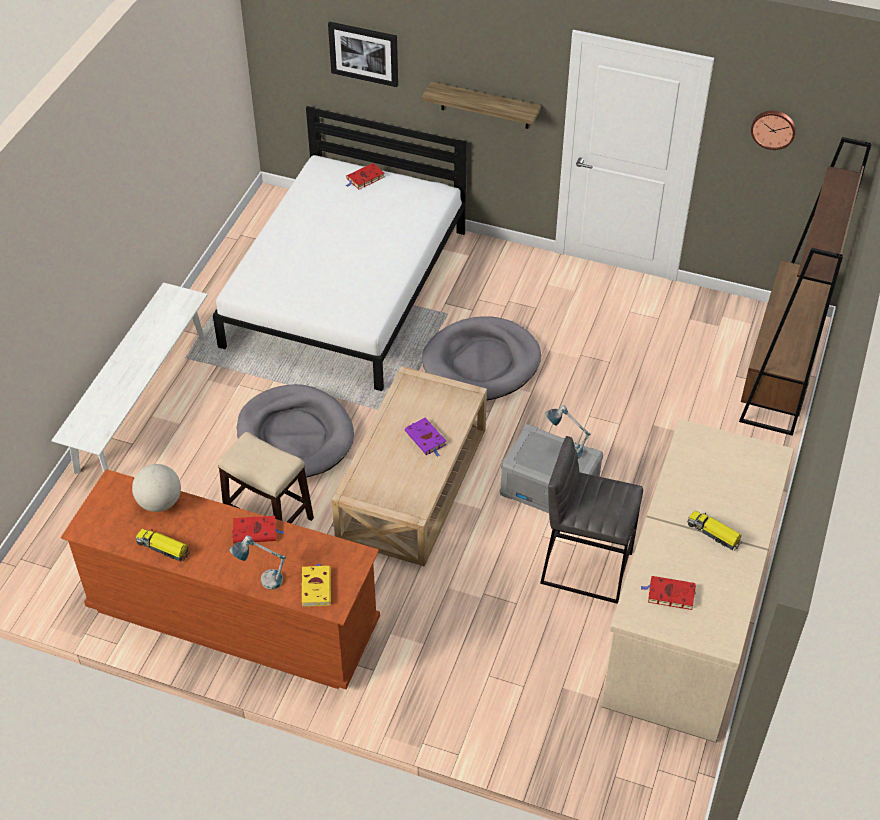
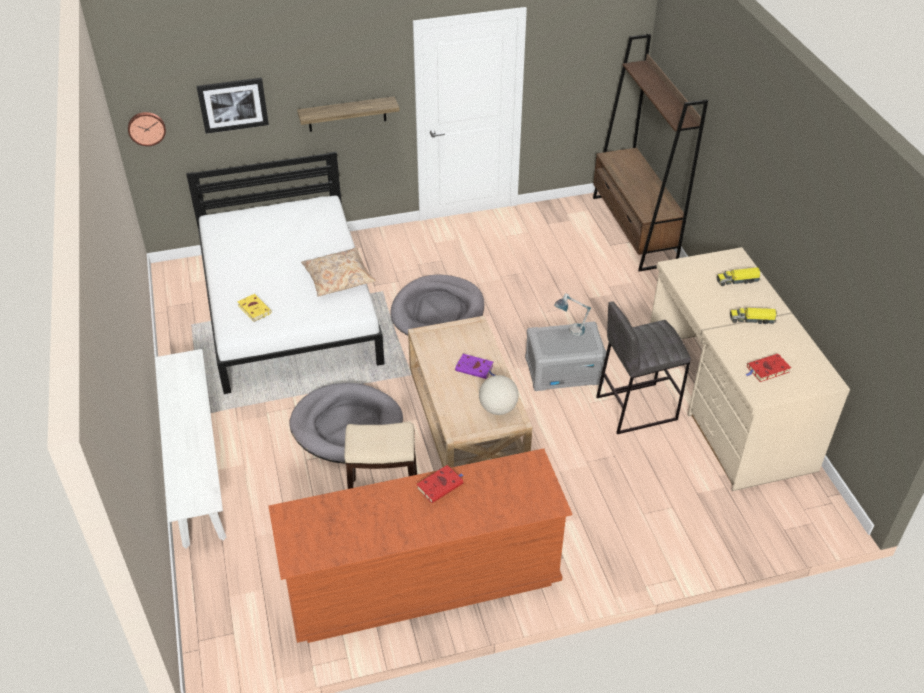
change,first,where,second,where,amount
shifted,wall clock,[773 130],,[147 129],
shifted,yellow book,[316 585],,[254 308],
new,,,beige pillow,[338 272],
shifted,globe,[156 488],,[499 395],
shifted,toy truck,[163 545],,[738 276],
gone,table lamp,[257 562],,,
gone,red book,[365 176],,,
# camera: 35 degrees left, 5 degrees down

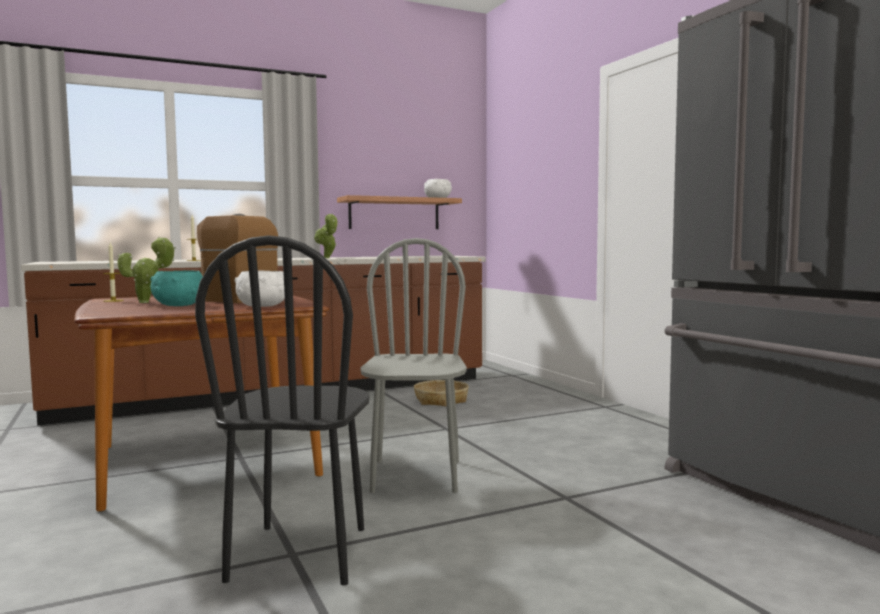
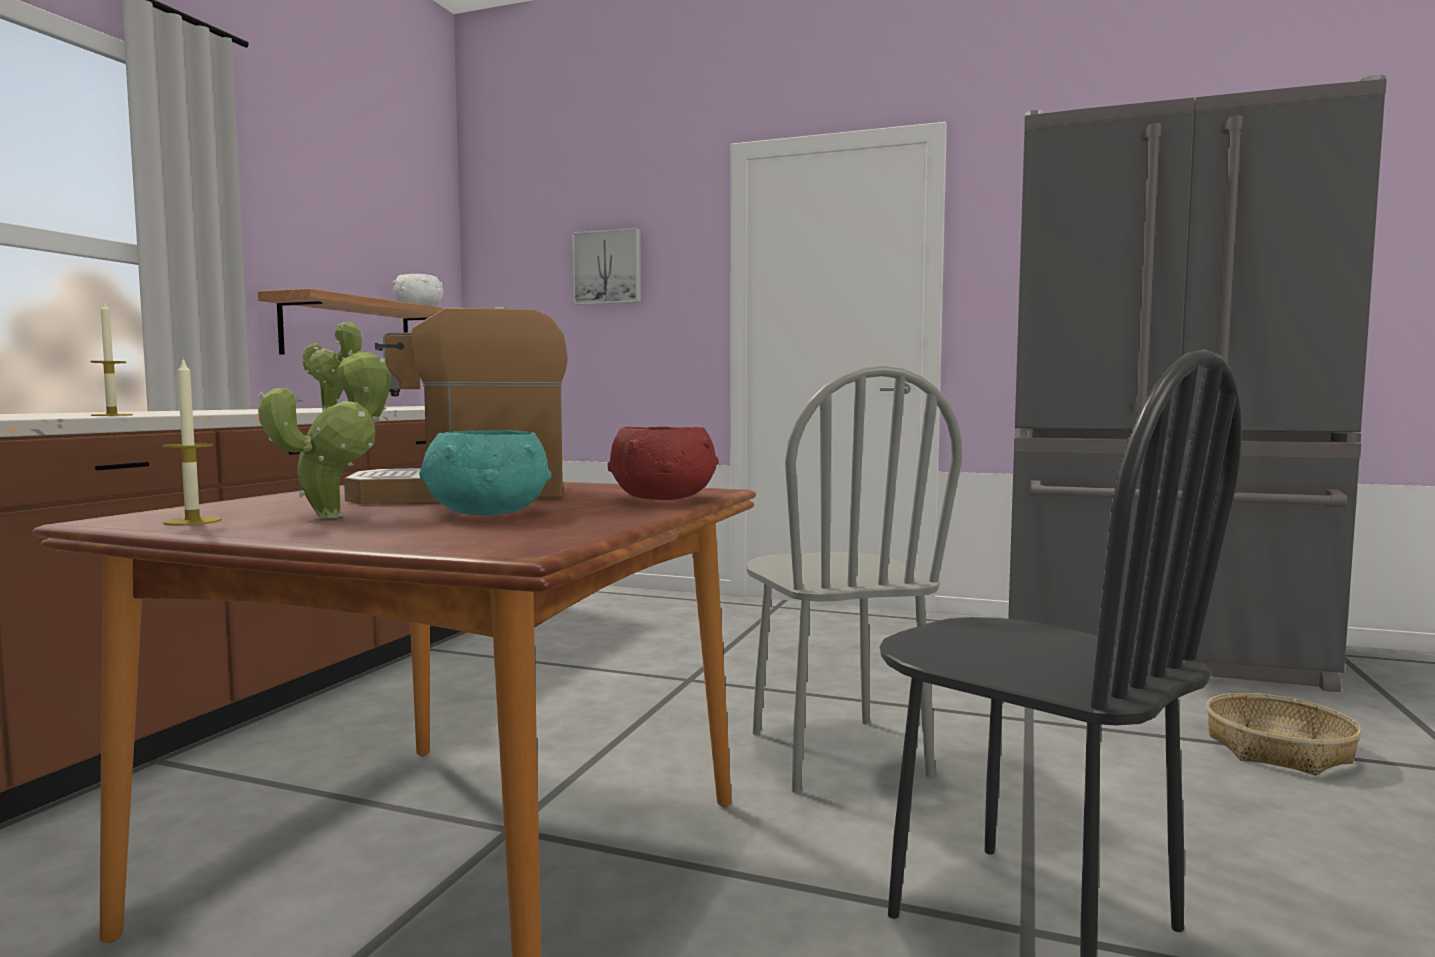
change,first,where,second,where,amount
new,,,picture,[606 266],
repainted,white bowl,[260 288],red bowl,[663 463],
rotated,grey chair,[413 365],,[854 579],150 degrees counterclockwise
shifted,basket,[441 393],,[1284 734],
# camera: 45 degrees left, 0 degrees up

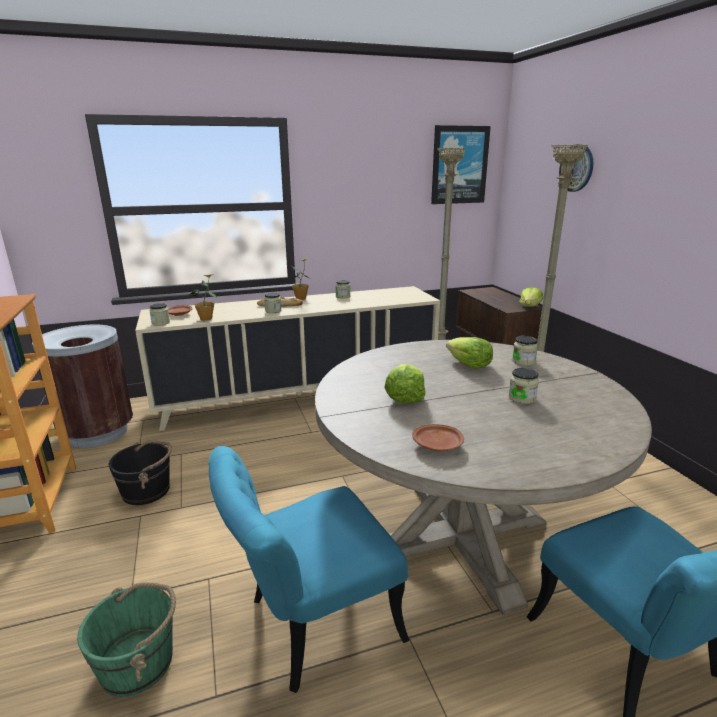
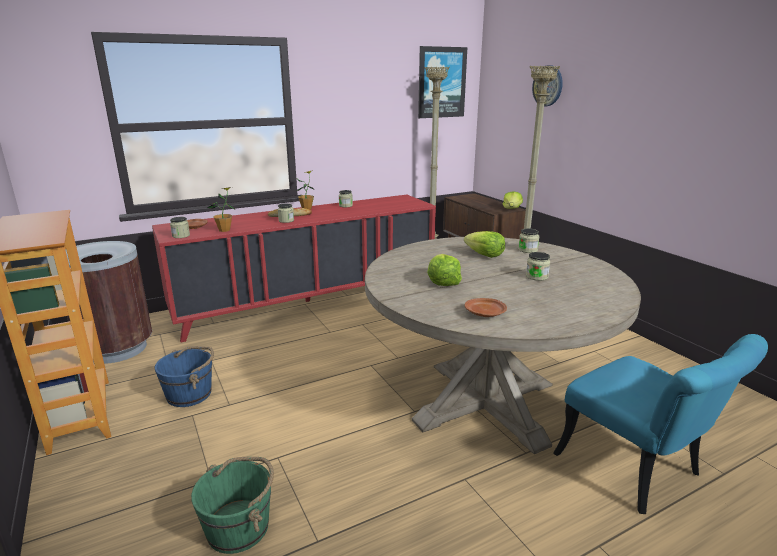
change,first,where,second,where,amount
repainted,beige cabinet,[287 358],red cabinet,[294 268],
repainted,black bucket,[140 472],blue bucket,[184 376],
gone,turquoise chair,[309 569],,,
# camera: 10 degrees left, 0 degrees up

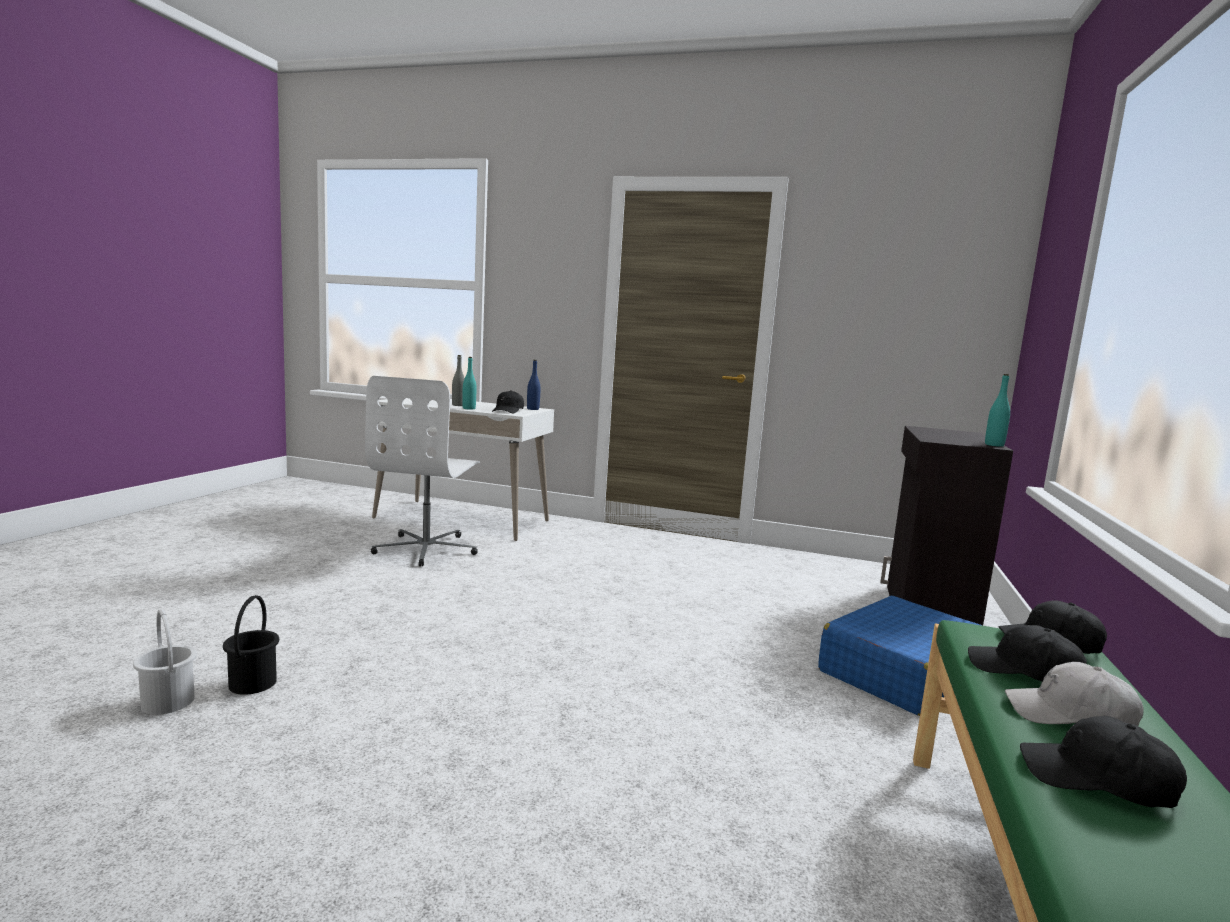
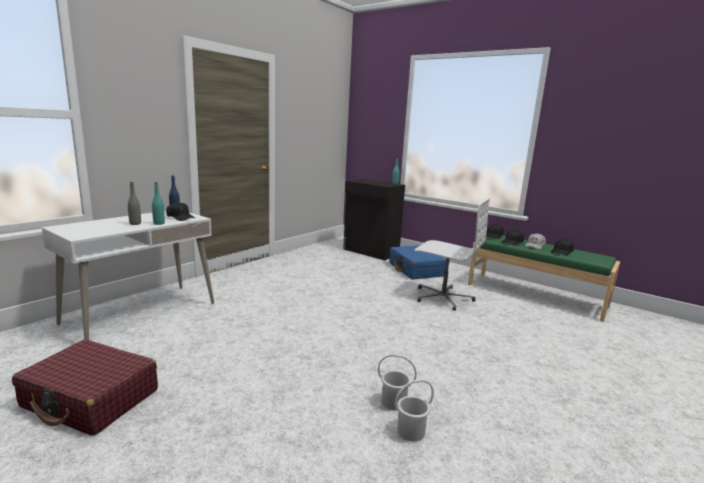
change,first,where,second,where,amount
new,,,red suitcase,[85 387],
repainted,black bucket,[251 645],white bucket,[397 382],
shifted,white office chair,[422 471],,[452 254],
# camera: 70 degrees left, 5 degrees up

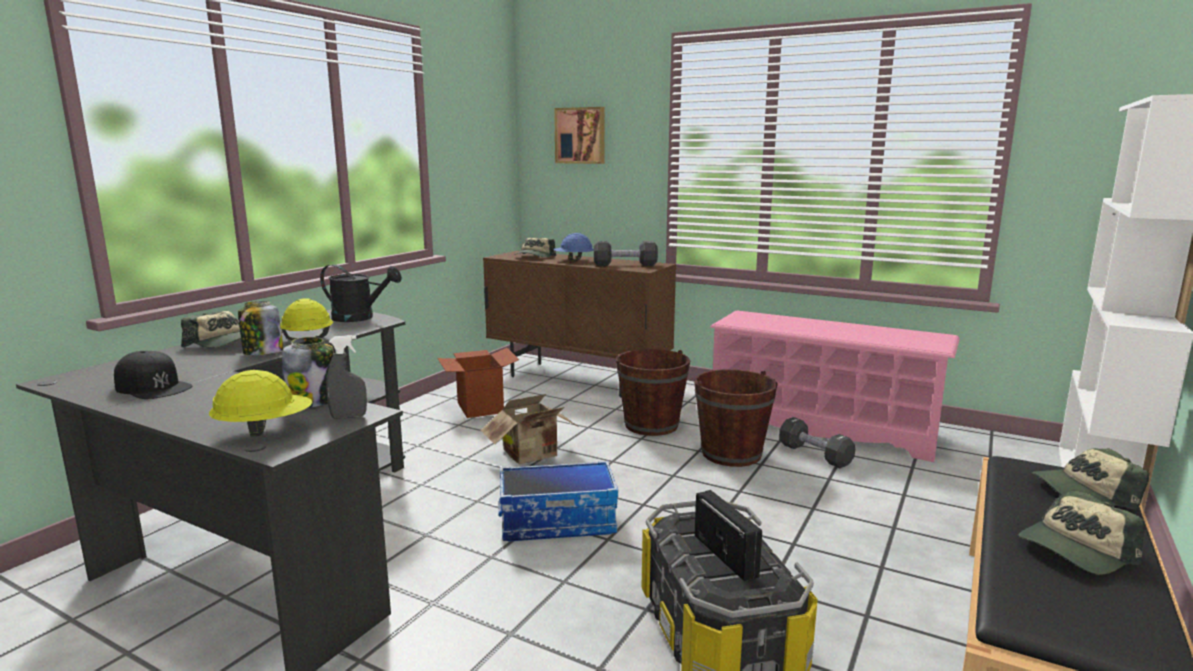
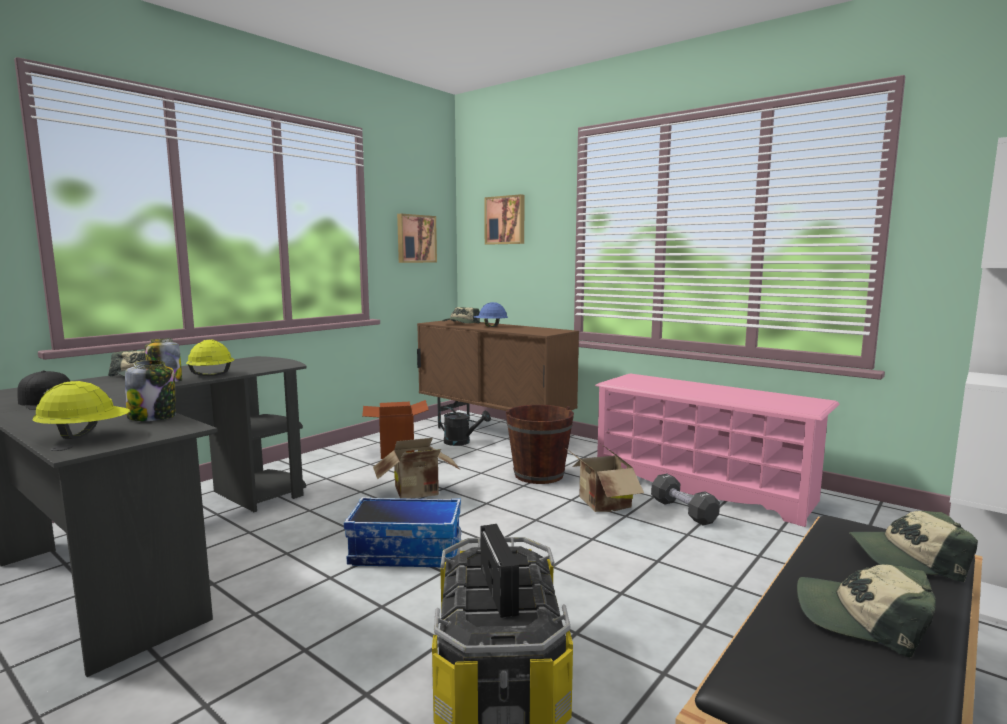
change,first,where,second,where,amount
new,,,picture,[417 238],
shifted,black watering can,[361 293],,[464 426],
swapped,brown bucket,[736 418],cardboard box,[604 478],
rotated,cap,[1082 532],,[866 610],45 degrees clockwise
gone,grey spray bottle,[346 377],,,
gone,black dumbbell,[626 253],,,
# camera: 10 degrees right, 5 degrees down

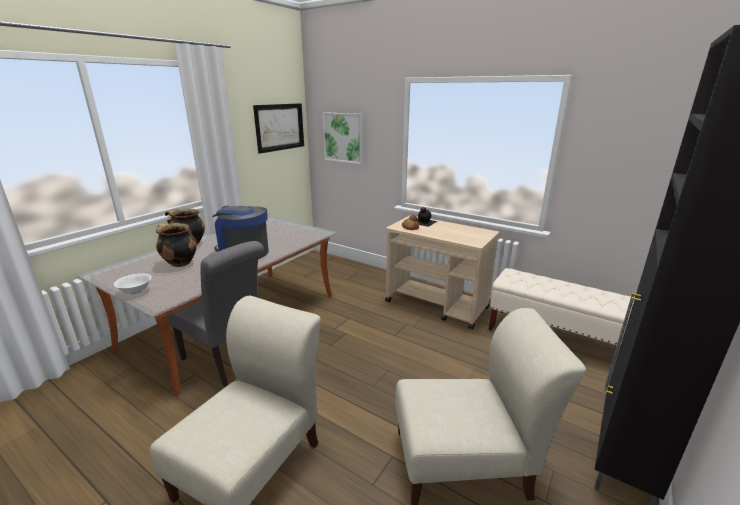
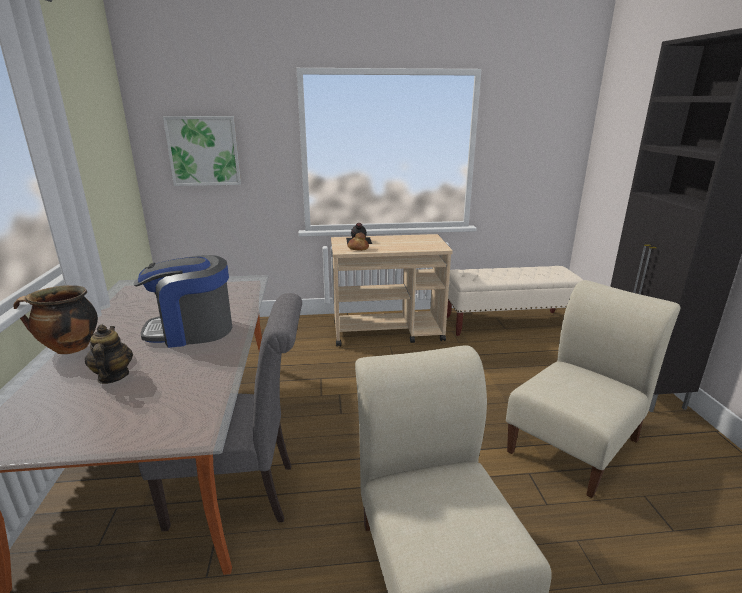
change,first,where,second,where,amount
swapped,cooking pot,[176 245],teapot,[109 354],
gone,white bowl,[133 283],,,
gone,picture,[278 128],,,
# camera: 40 degrees left, 0 degrees up

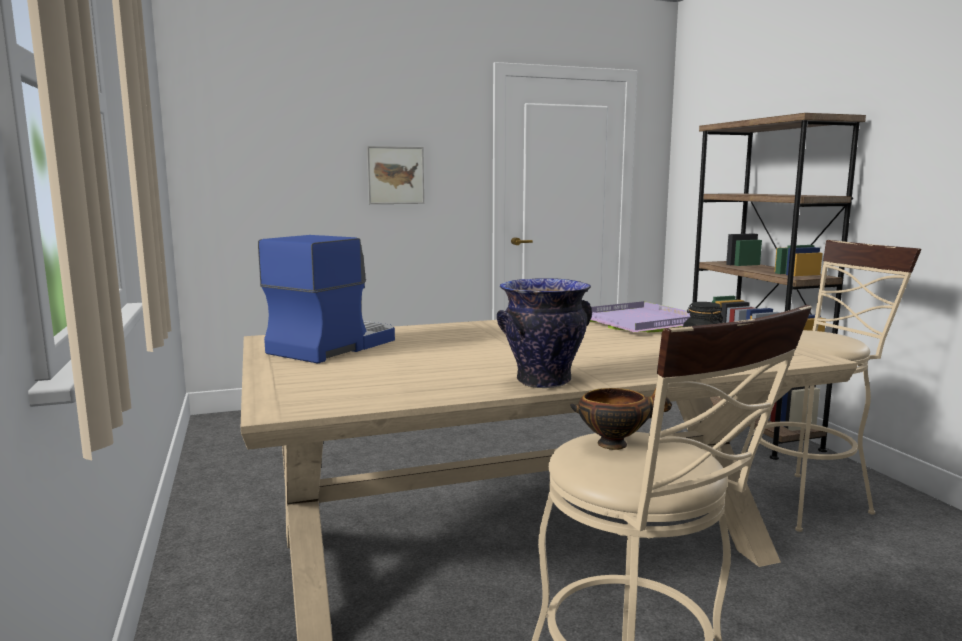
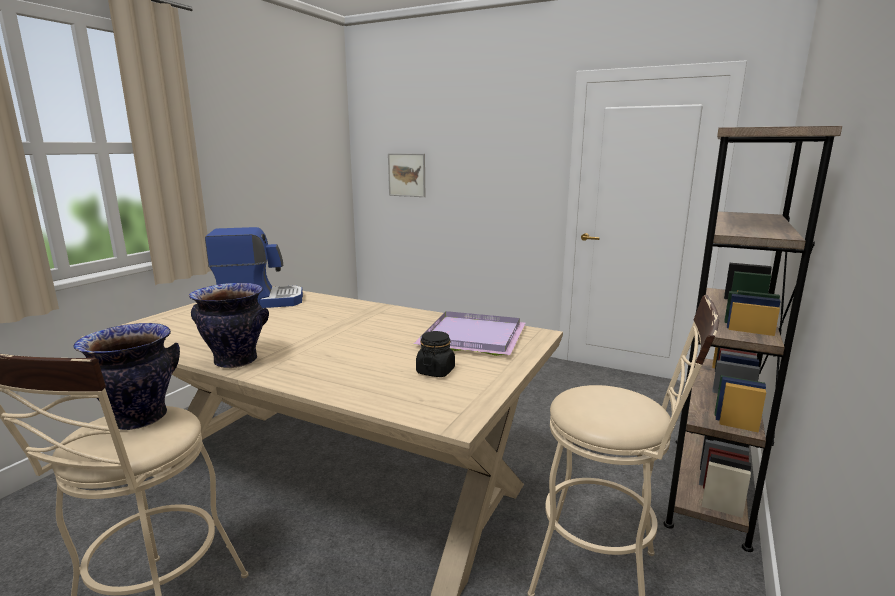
change,first,where,second,where,amount
swapped,bowl,[621 419],vase,[127 376],
shifted,picture,[395 175],,[406 175],
# camera: 45 degrees right, 5 degrees up

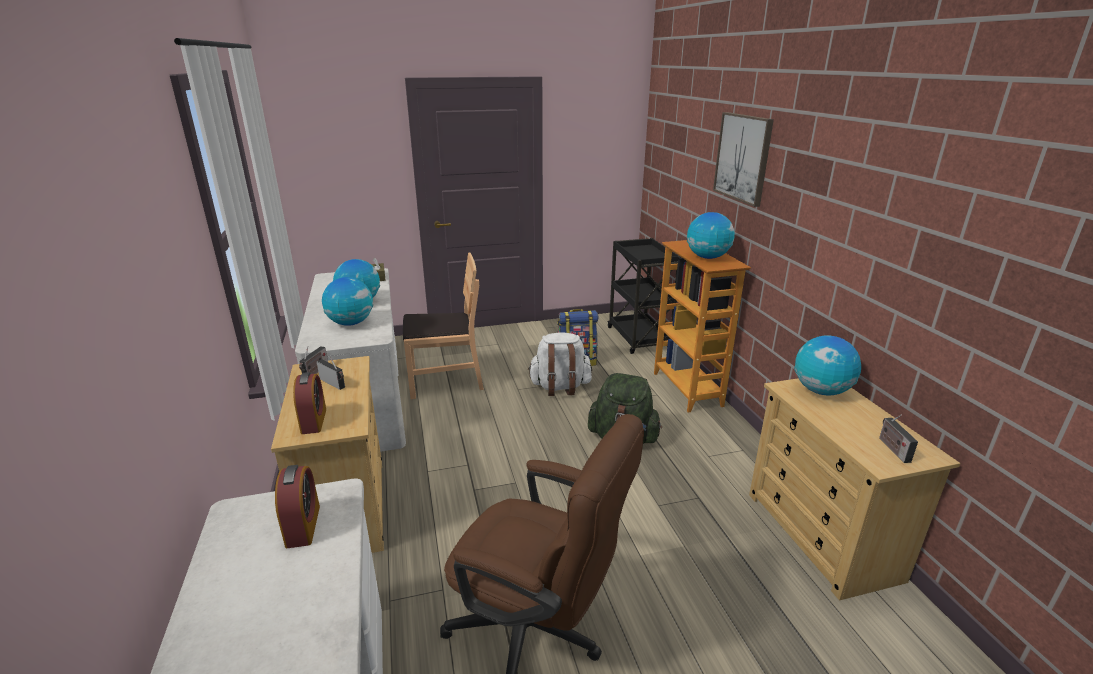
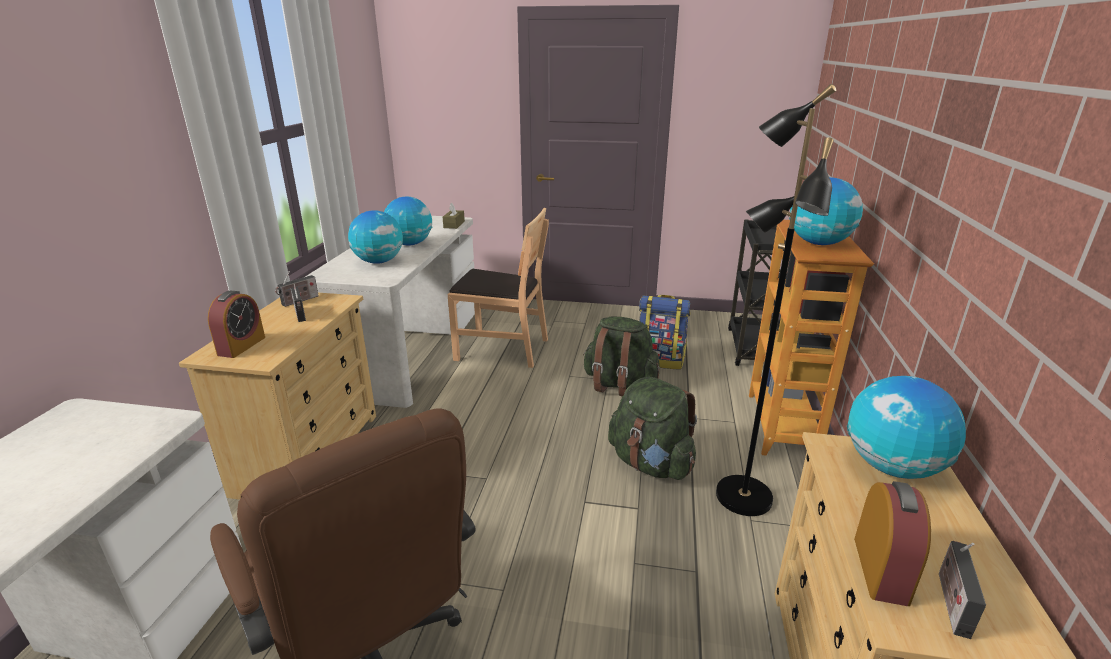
change,first,where,second,where,amount
repainted,white backpack,[560 364],green backpack,[621 356],
new,,,black floor lamp,[776 300],
shifted,alarm clock,[297 506],,[892 543],
gone,picture,[743 159],,,
# camera: 25 degrees right, 0 degrees up

